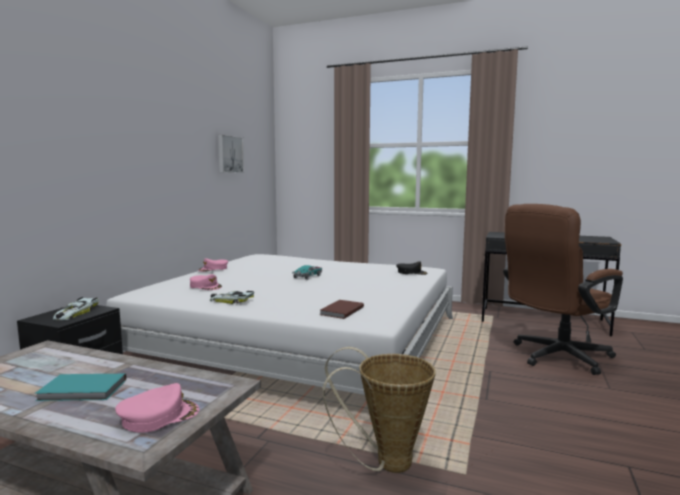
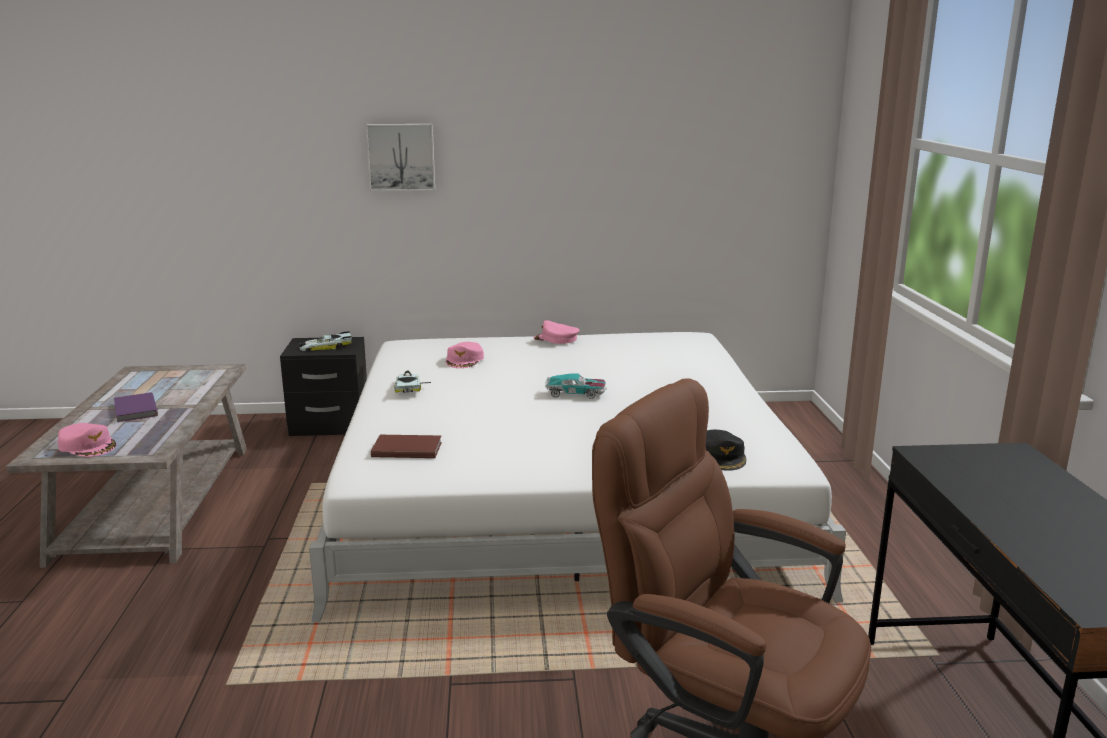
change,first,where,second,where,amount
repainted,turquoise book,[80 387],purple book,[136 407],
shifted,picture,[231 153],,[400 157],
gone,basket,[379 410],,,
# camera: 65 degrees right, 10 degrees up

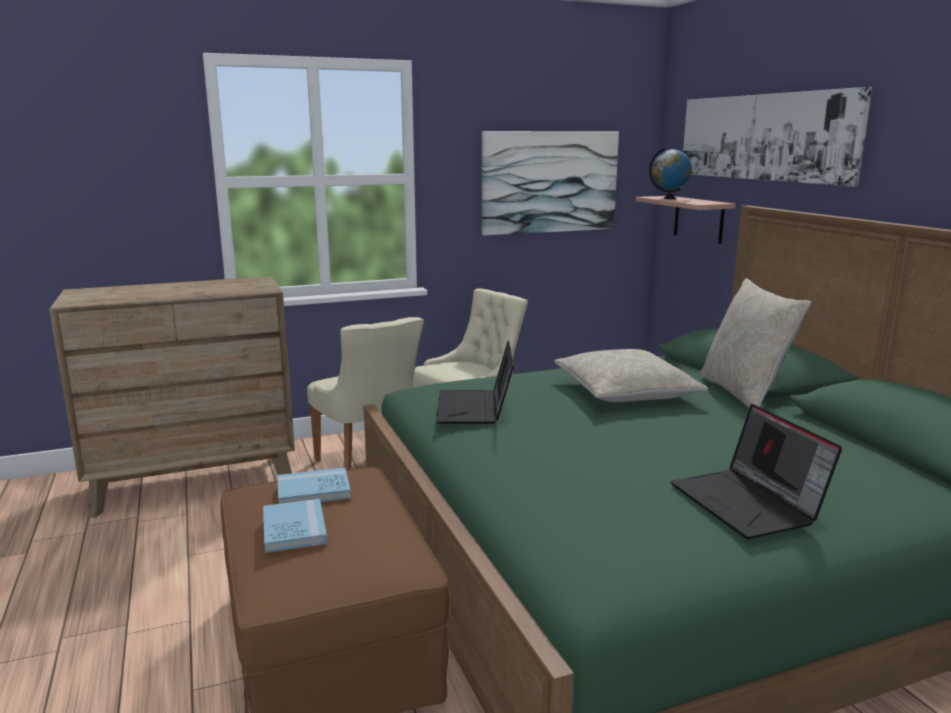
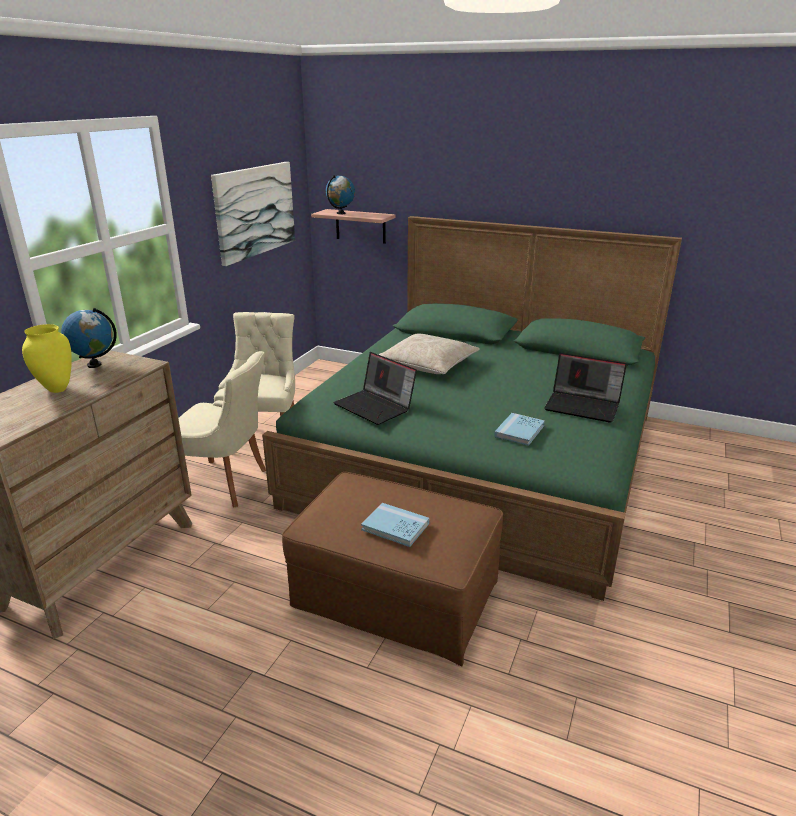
change,first,where,second,where,amount
new,,,yellow vase,[47 358],
new,,,globe,[89 338],
shifted,blue book,[314 486],,[519 429],
gone,picture,[777 137],,,
gone,beige pillow,[755 343],,,
# camera: 45 degrees left, 10 degrees up

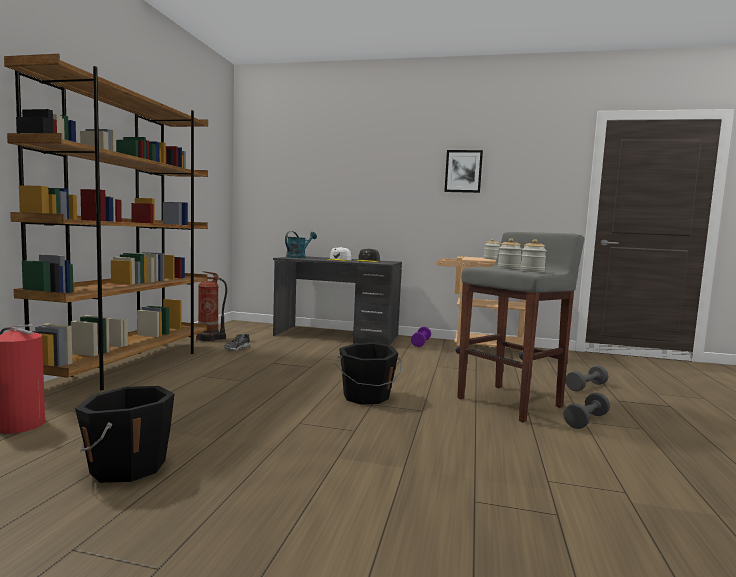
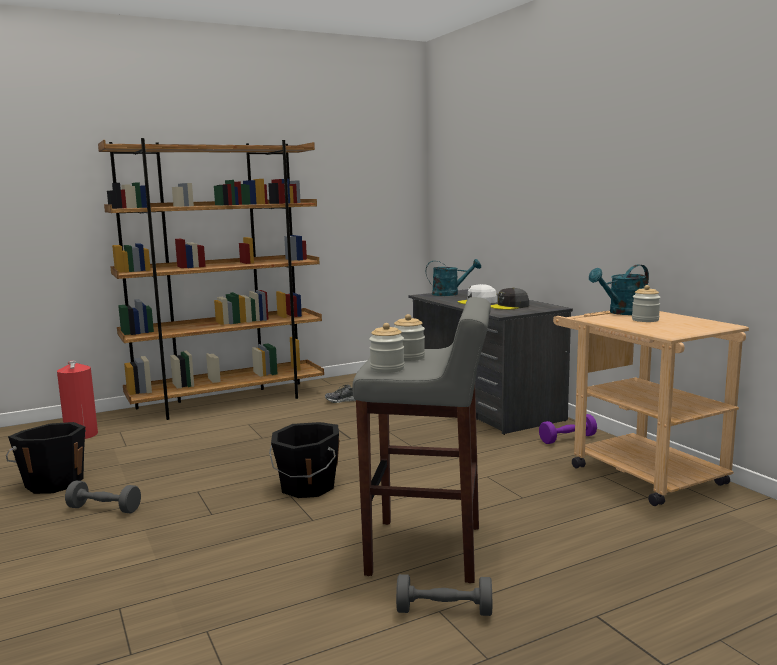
change,first,where,second,where,amount
shifted,grey dumbbell,[586 378],,[103 496],
new,,,turquoise watering can,[619 289],
gone,fire extinguisher,[211 306],,,
gone,picture,[463 171],,,
# camera: 50 degrees right, 5 degrees up

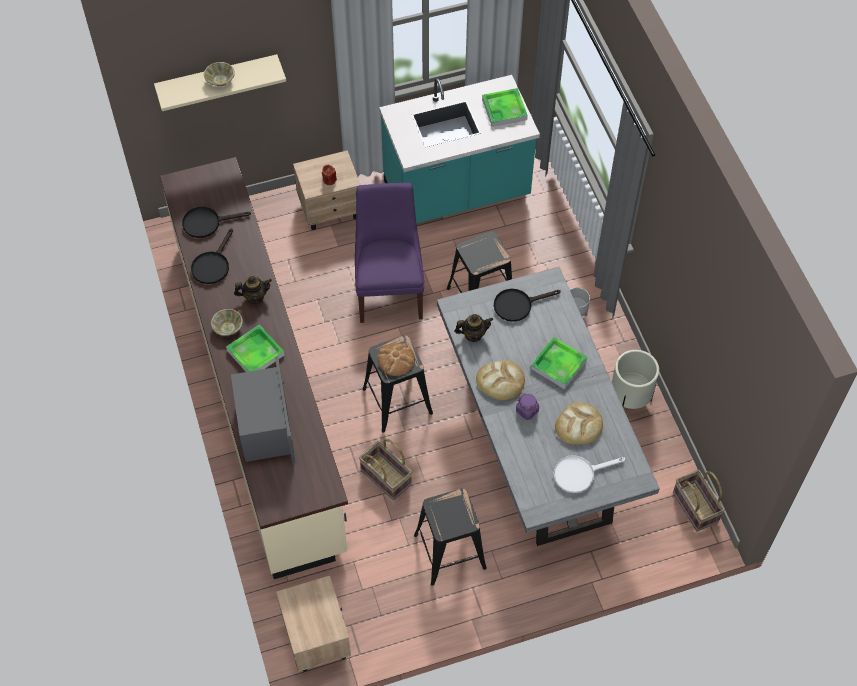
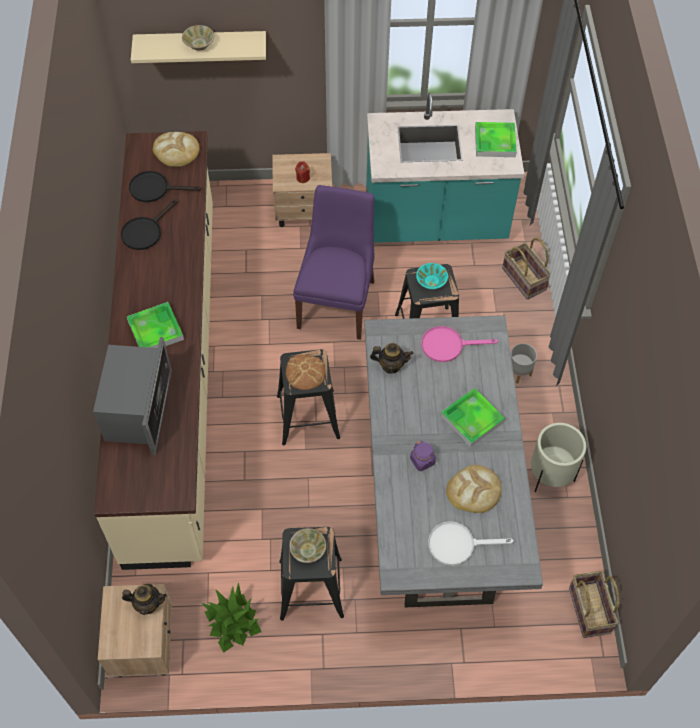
change,first,where,second,where,amount
shifted,teapot,[253 290],,[144 599],
shifted,bread,[500 380],,[176 149],
new,,,potted plant,[231 617],
shifted,beige bowl,[227 322],,[307 545],
new,,,turquoise bowl,[432 276],
repainted,black frying pan,[527 305],pink frying pan,[459 344],
shifted,basket,[385 469],,[526 269],
# camera: 15 degrees right, 0 degrees up

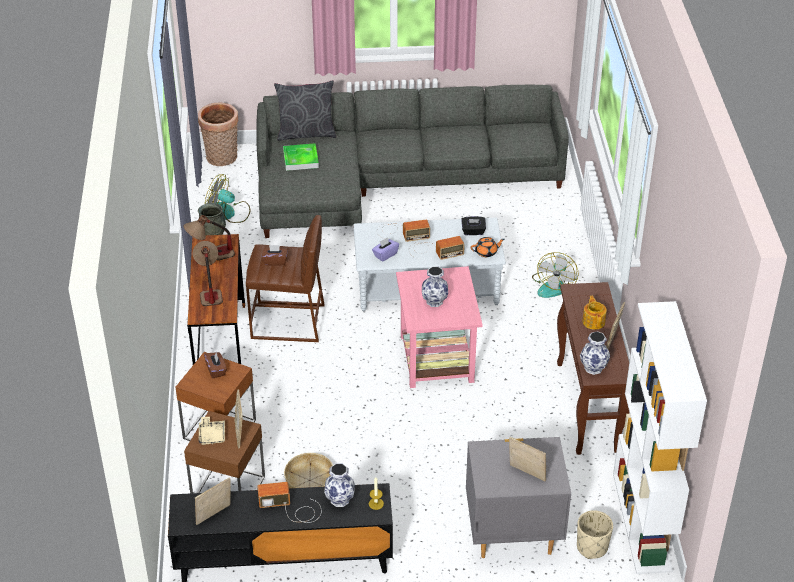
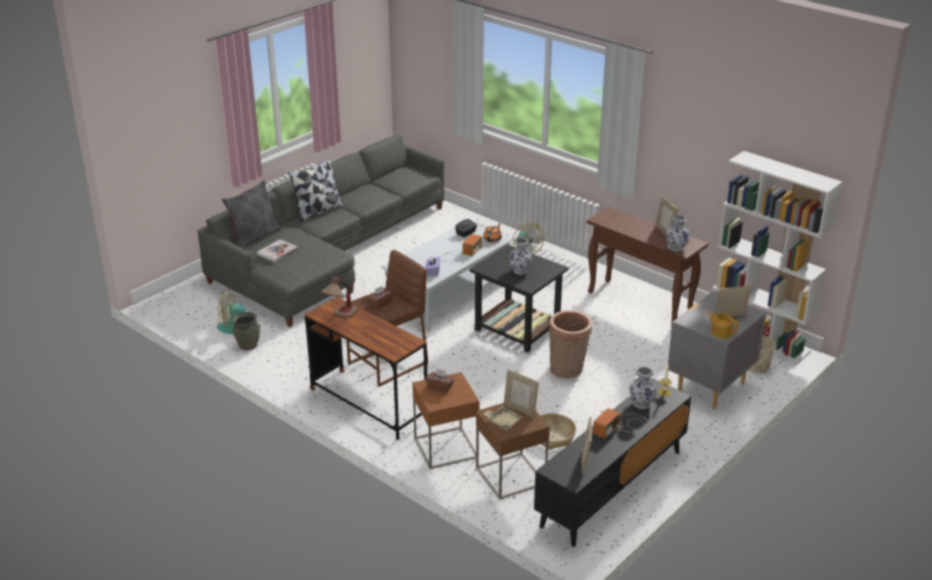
change,first,where,second,where,amount
swapped,tray,[301 157],book,[277 251],
new,,,pillow,[315 190],
repainted,pink side table,[439 327],black side table,[519 298],
shifted,basket,[218 134],,[570 344],
shifted,teapot,[594 313],,[723 325],
gone,table lamp,[208 273],,,
gone,radio,[403 231],,,
# camera: 45 degrees left, 10 degrees down

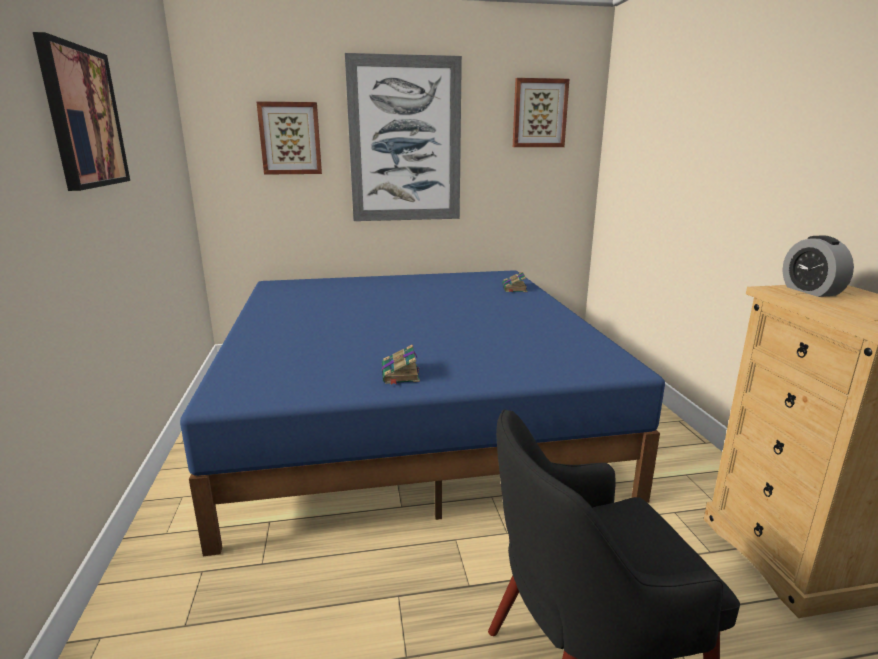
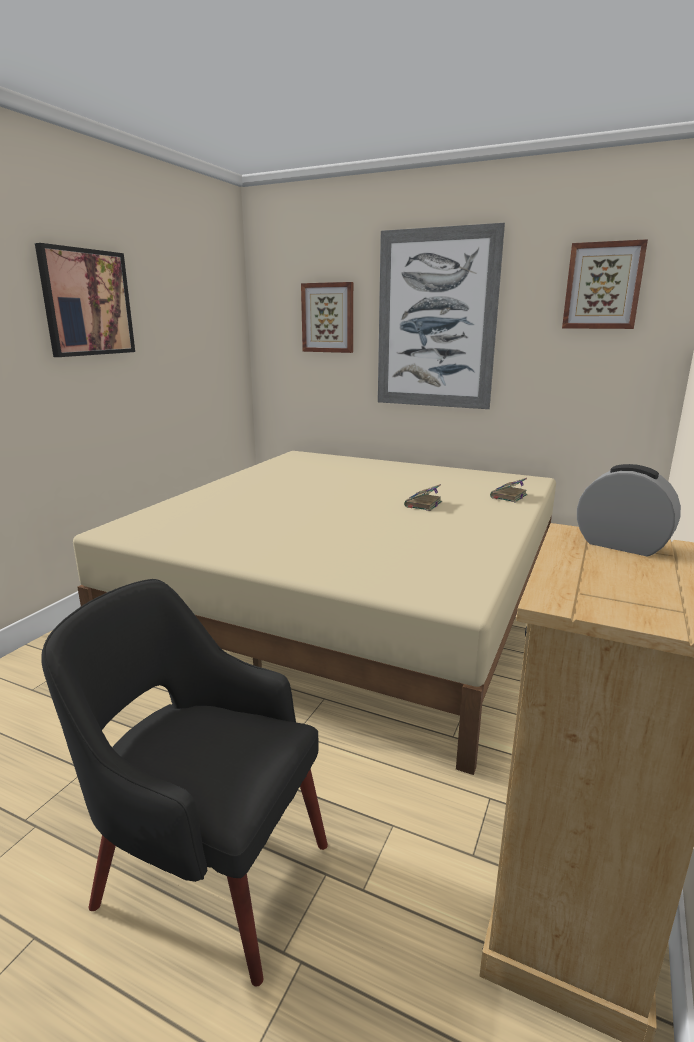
change,first,where,second,where,amount
repainted,blue bed,[422 413],beige bed,[314 613],
shifted,book,[401 364],,[423 497],
rotated,alarm clock,[818 266],,[629 510],105 degrees clockwise
# camera: 35 degrees right, 0 degrees up

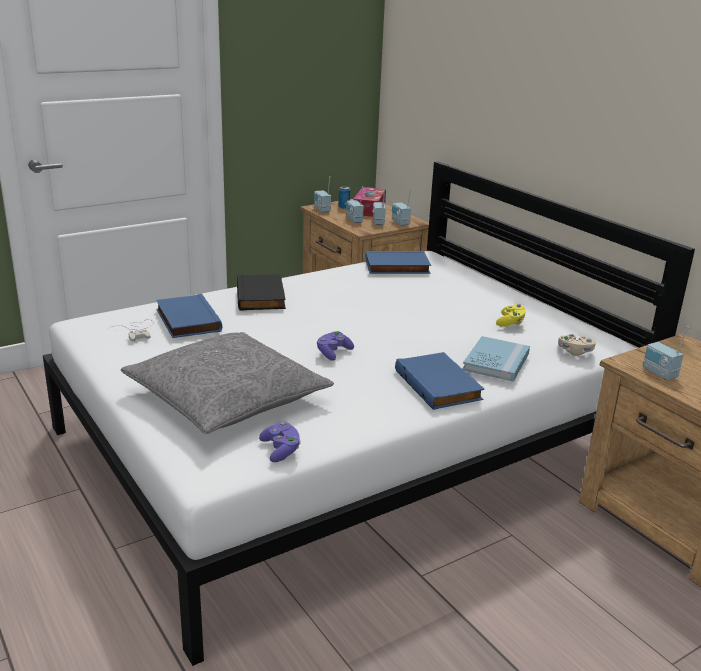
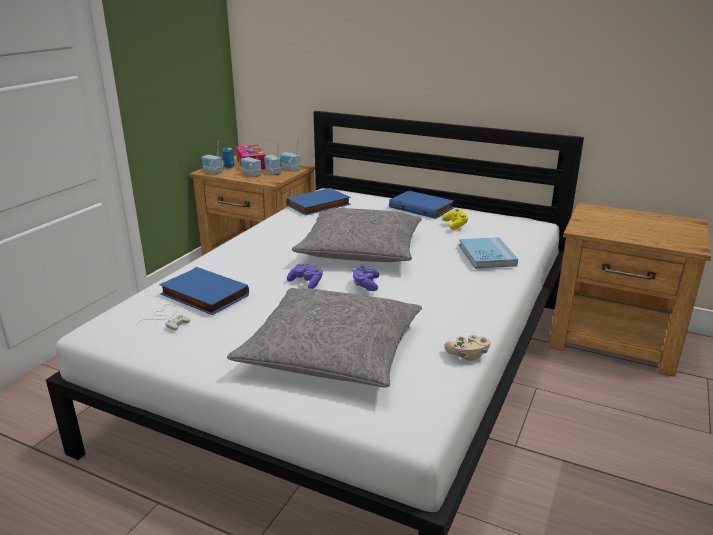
change,first,where,second,where,amount
shifted,purple game controller,[279 441],,[305 276],
new,,,grey pillow,[357 235],
shifted,blue book,[439 381],,[421 205],
shifted,beige game controller,[576 345],,[467 348],
gone,black book,[261 292],,,
gone,radio,[666 353],,,
# camera: 30 degrees left, 0 degrees up

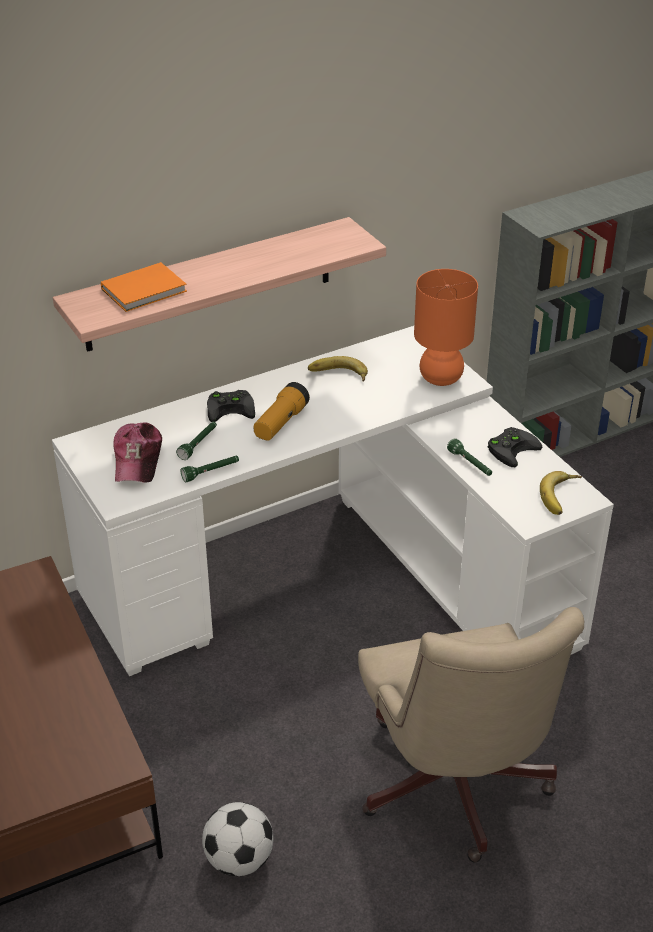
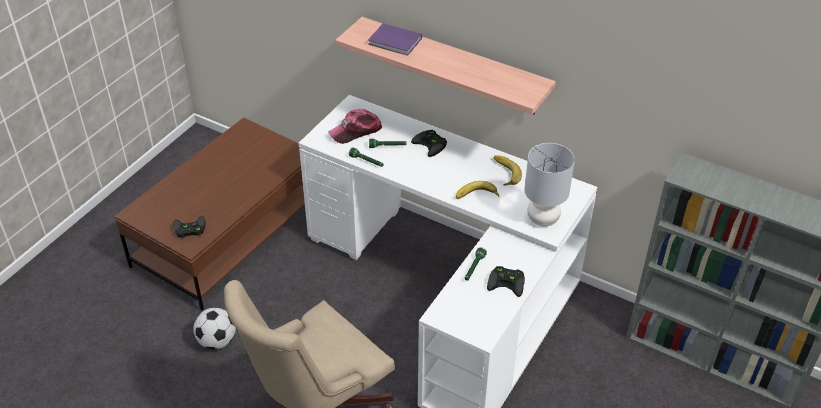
change,first,where,second,where,amount
new,,,black game controller,[189 227],
repainted,orange book,[144 287],purple book,[395 39],
shifted,banana,[561 493],,[477 190],
repainted,orange table lamp,[446 327],grey table lamp,[549 184],
gone,flashlight,[282 411],,,
# camera: 60 degrees right, 5 degrees up

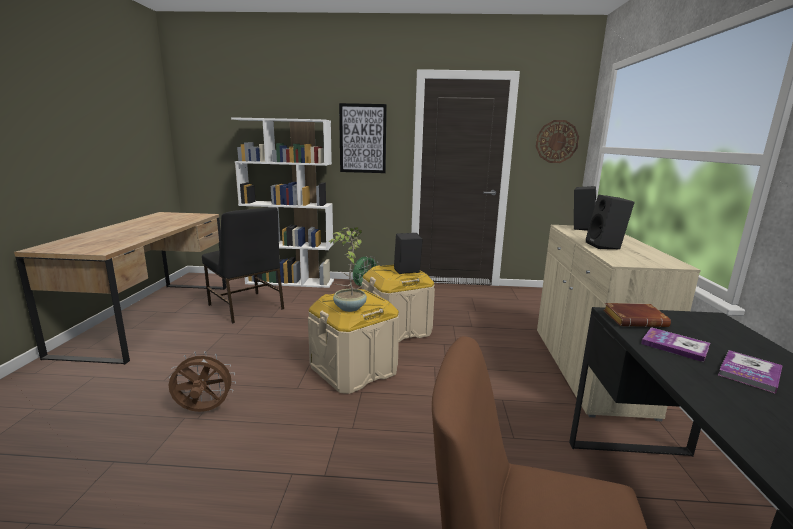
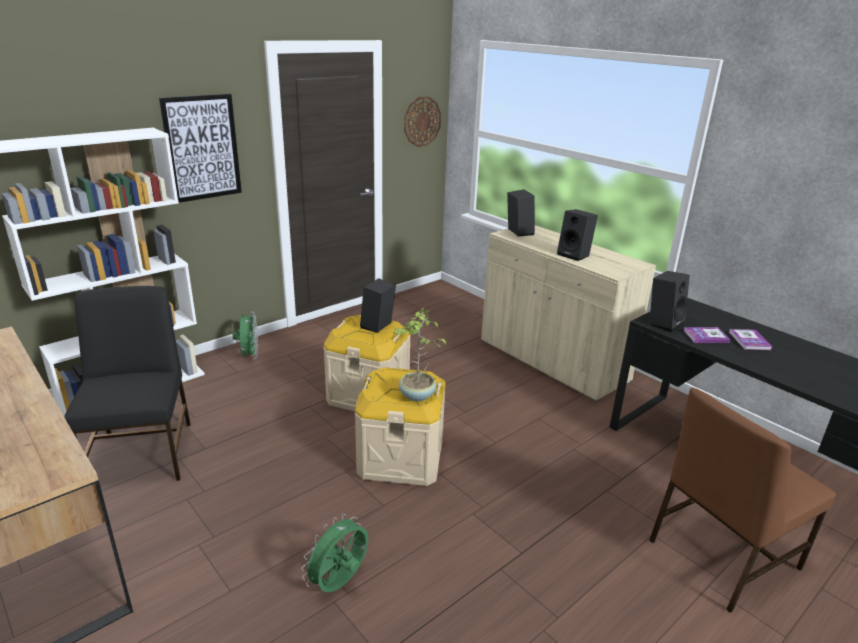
change,first,where,second,where,amount
rotated,black chair,[243 265],,[127 383],105 degrees counterclockwise
repainted,brown fan,[202 381],green fan,[334 553],
swapped,brown book,[637 315],black speaker,[670 301],
# camera: 45 degrees left, 10 degrees up

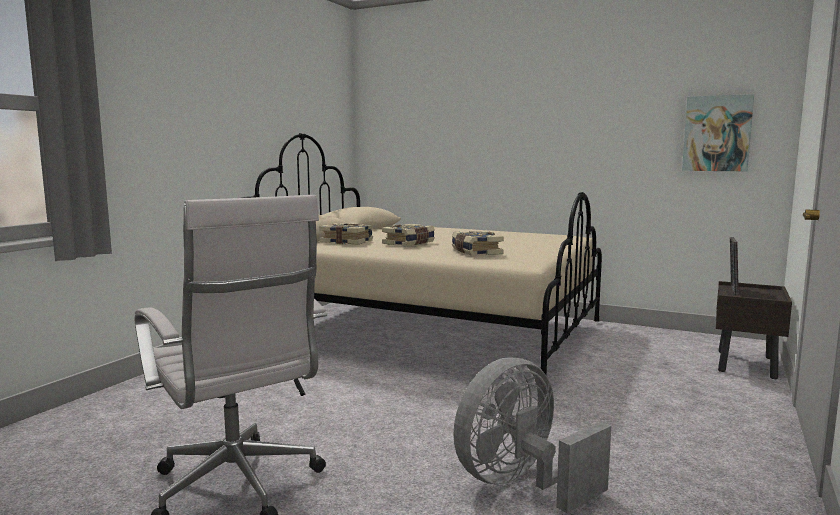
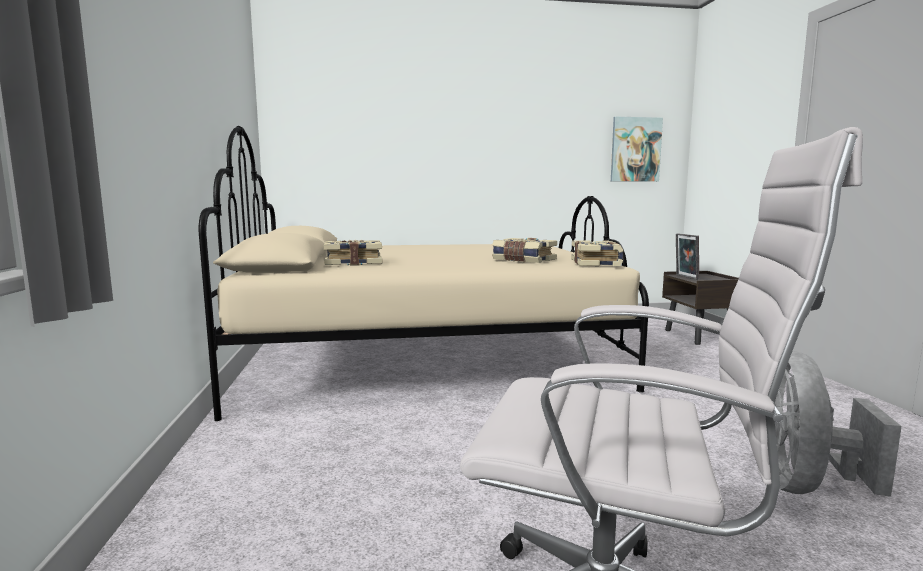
change,first,where,second,where,amount
shifted,book,[408 235],,[597 253],
# camera: 35 degrees left, 0 degrees up

